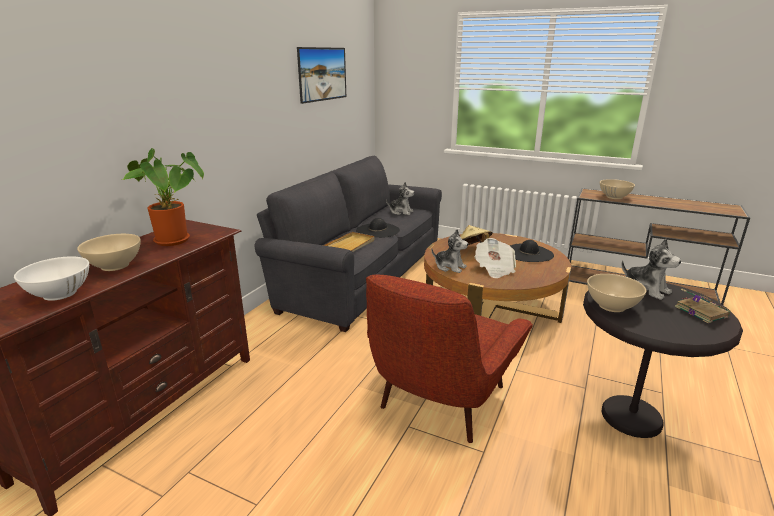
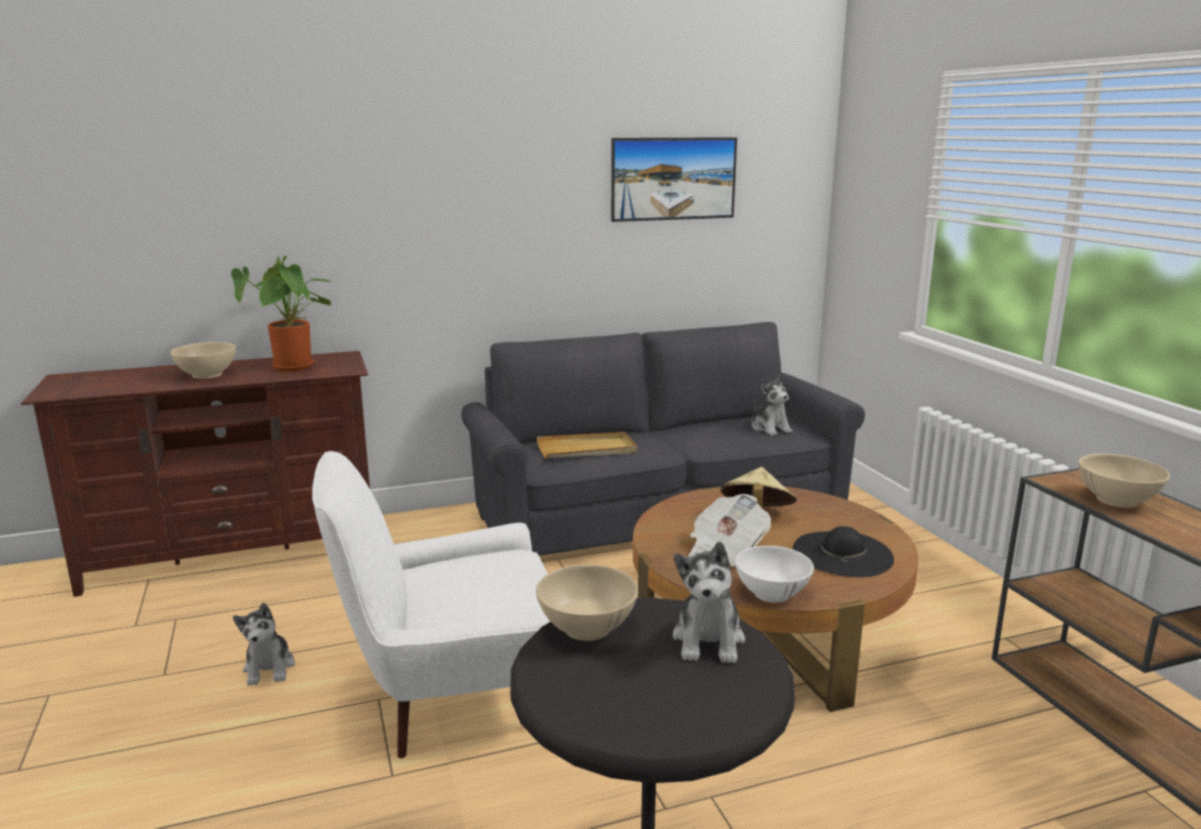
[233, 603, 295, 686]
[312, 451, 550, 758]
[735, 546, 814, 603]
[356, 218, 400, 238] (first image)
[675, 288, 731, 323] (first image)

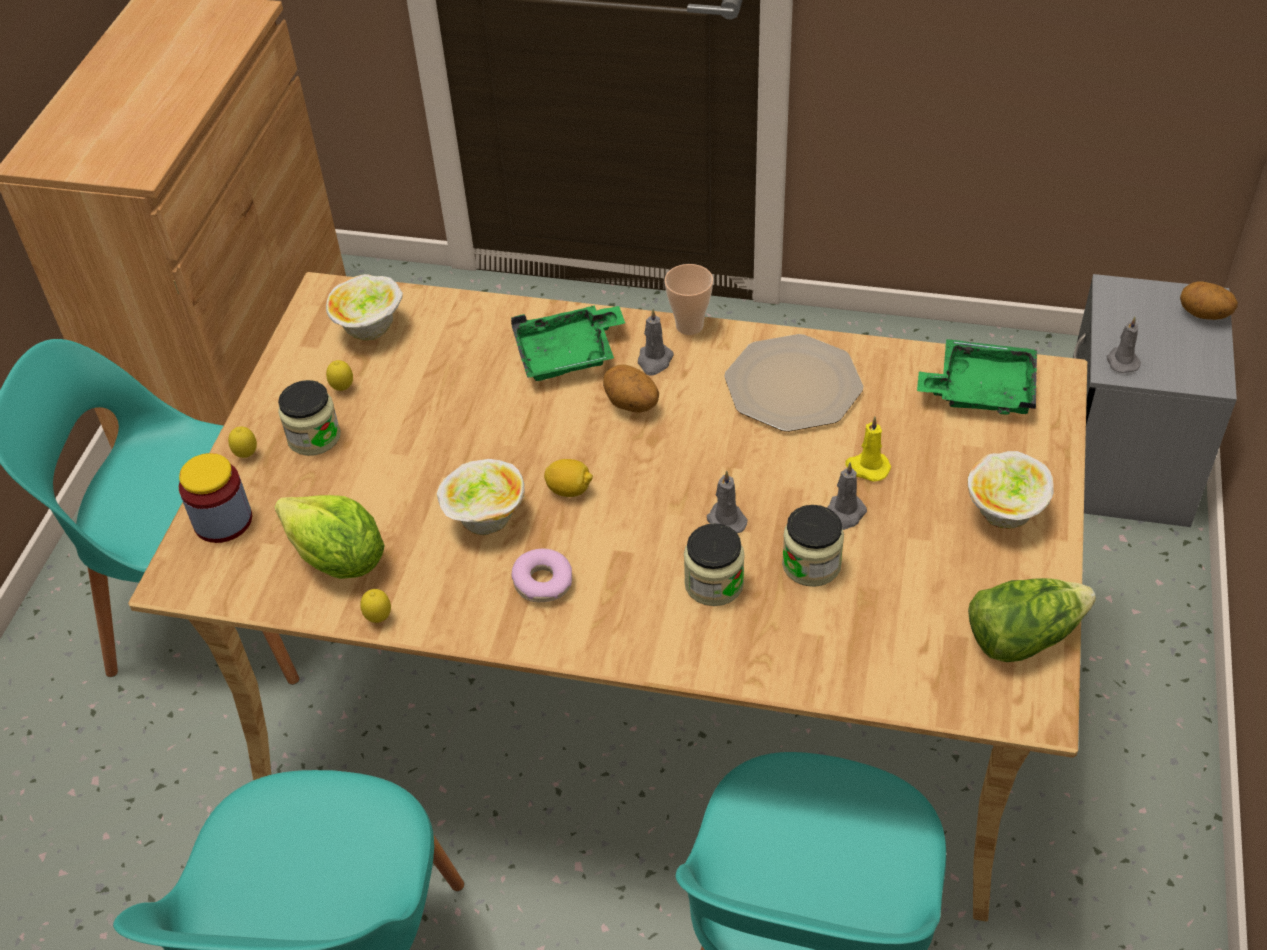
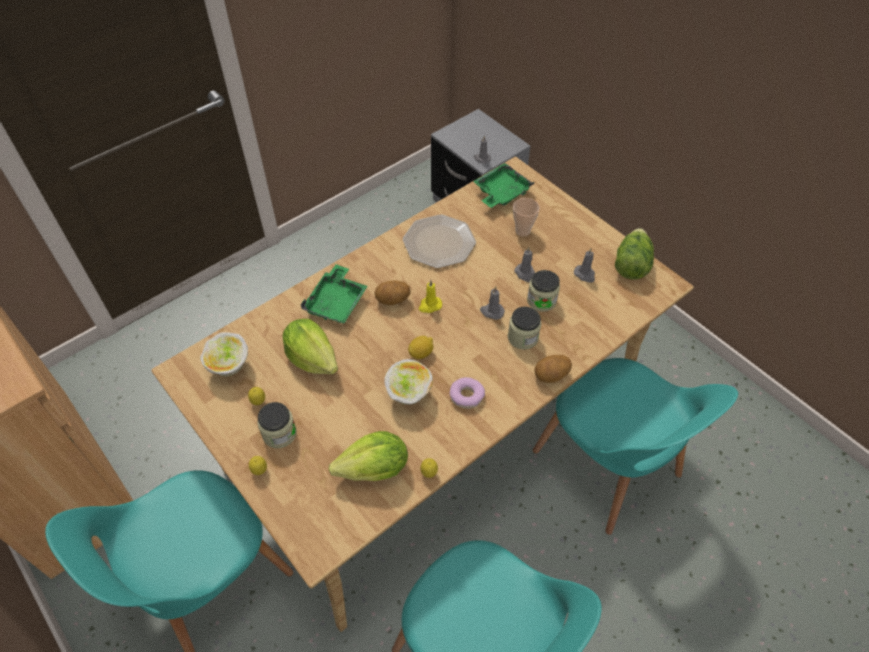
[282, 319, 338, 374]
[419, 280, 442, 313]
[513, 198, 540, 236]
[535, 355, 572, 383]
[574, 248, 595, 283]
[179, 453, 252, 543] (first image)
[967, 451, 1054, 529] (first image)

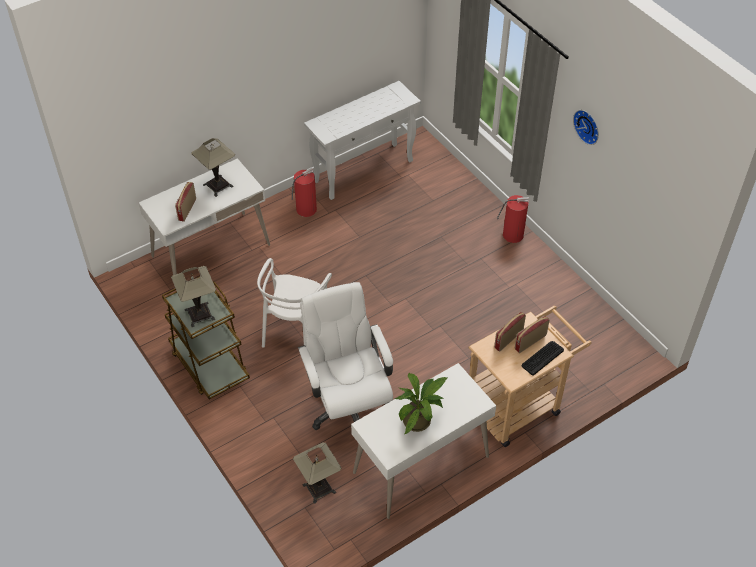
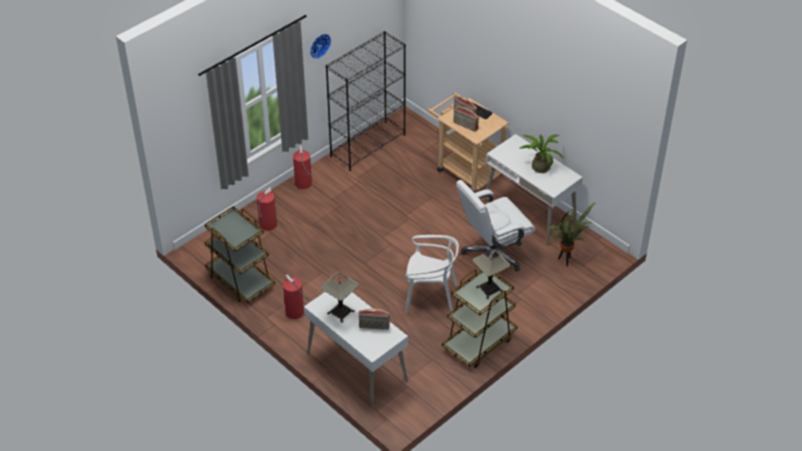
[205, 206, 275, 303]
[257, 187, 277, 231]
[326, 31, 406, 171]
[548, 202, 596, 266]

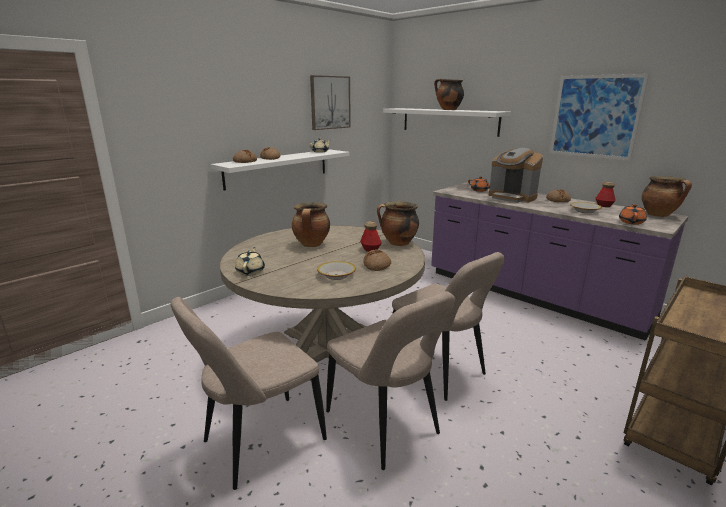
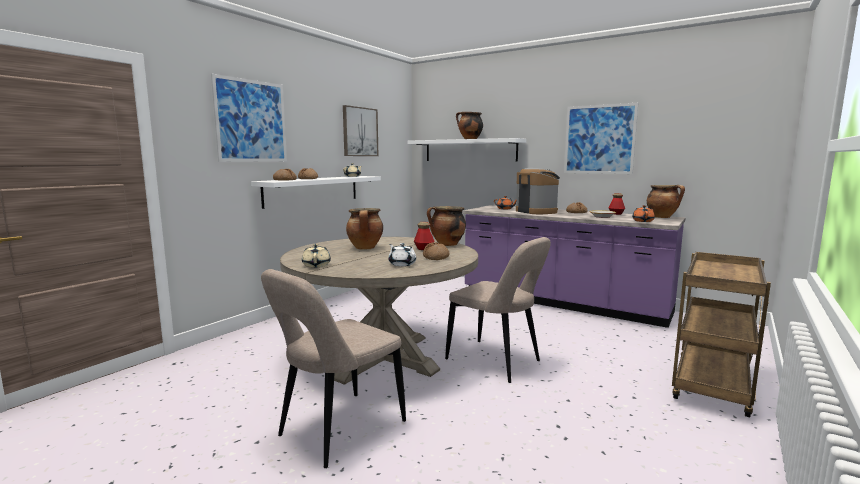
[211, 74, 287, 162]
[388, 243, 416, 266]
[516, 168, 560, 214]
[326, 291, 455, 470] (first image)

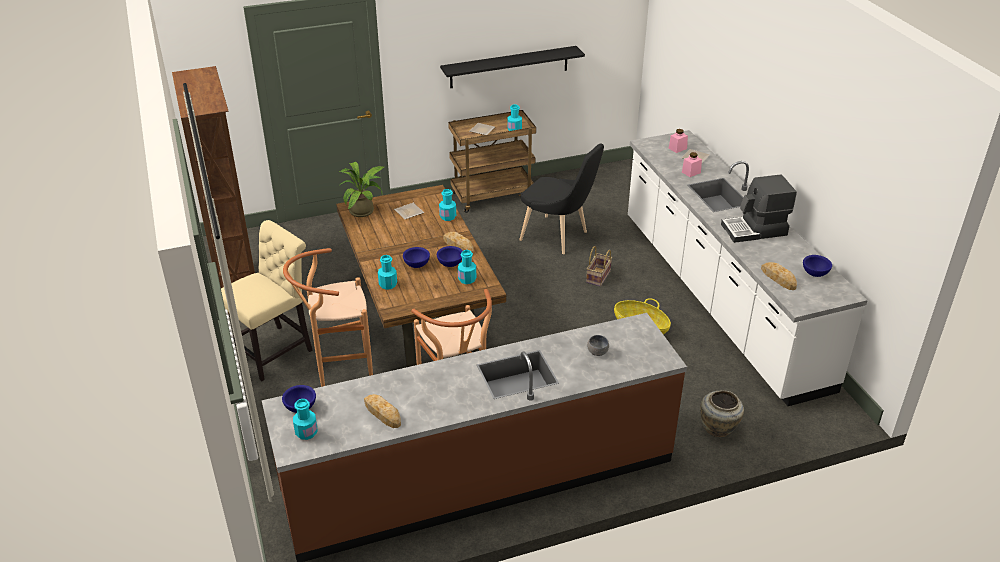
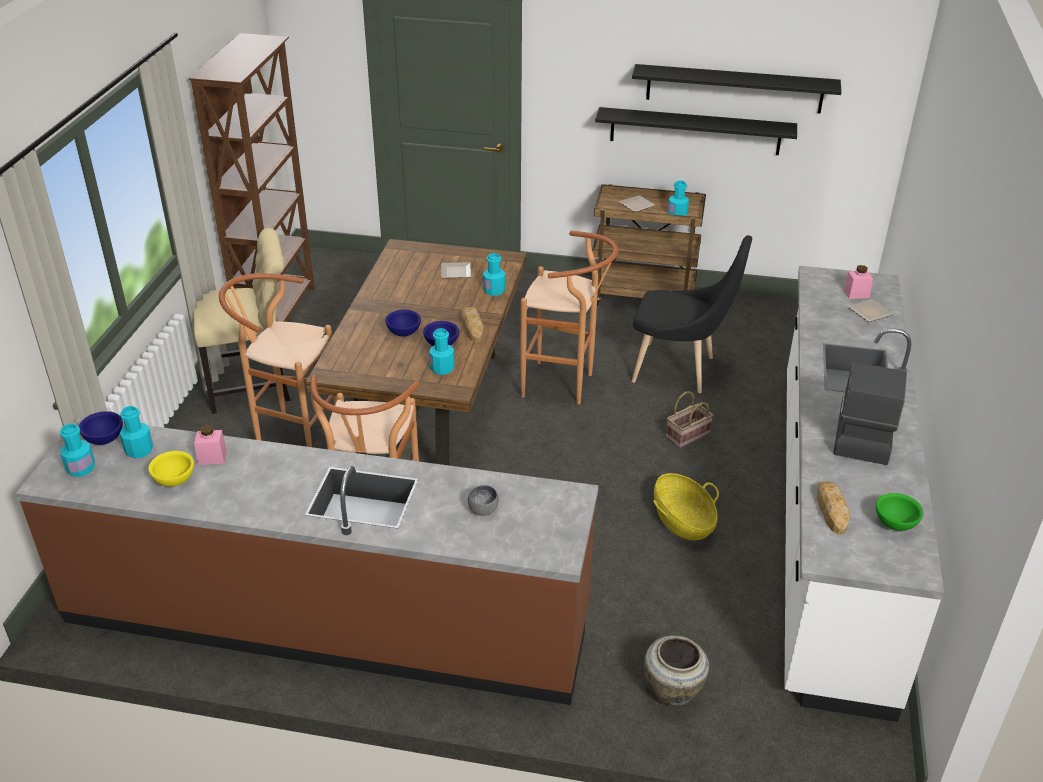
[119, 406, 153, 458]
[148, 451, 194, 487]
[194, 424, 227, 465]
[520, 231, 619, 405]
[631, 235, 752, 393]
[632, 64, 842, 114]
[833, 363, 907, 465]
[876, 493, 924, 531]
[339, 162, 384, 217] (first image)

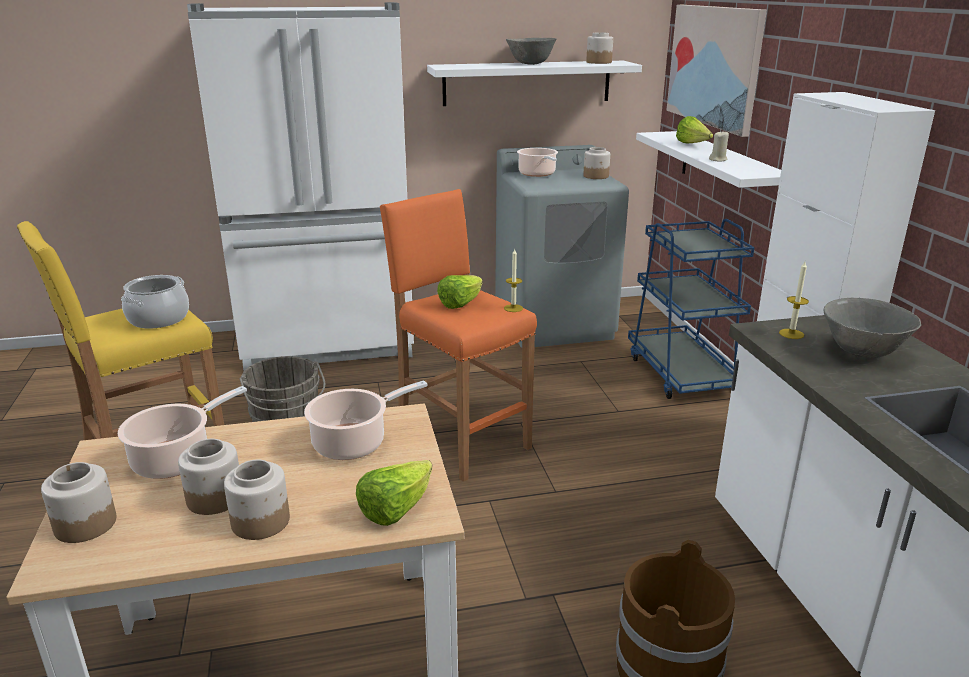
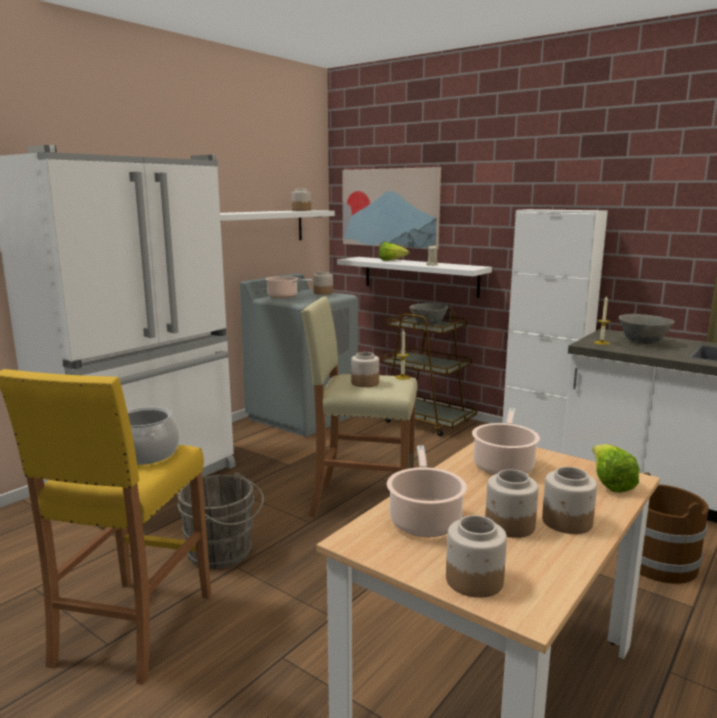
[301, 296, 418, 517]
[351, 352, 379, 387]
[381, 308, 477, 437]
[409, 303, 449, 325]

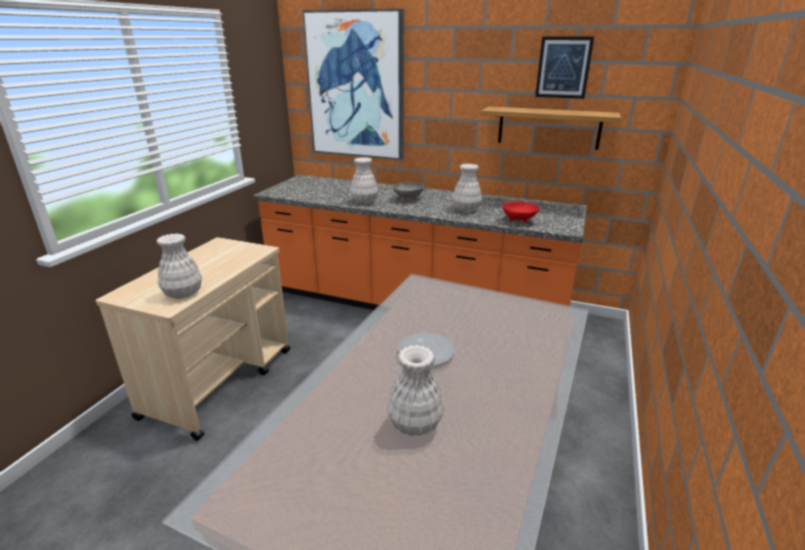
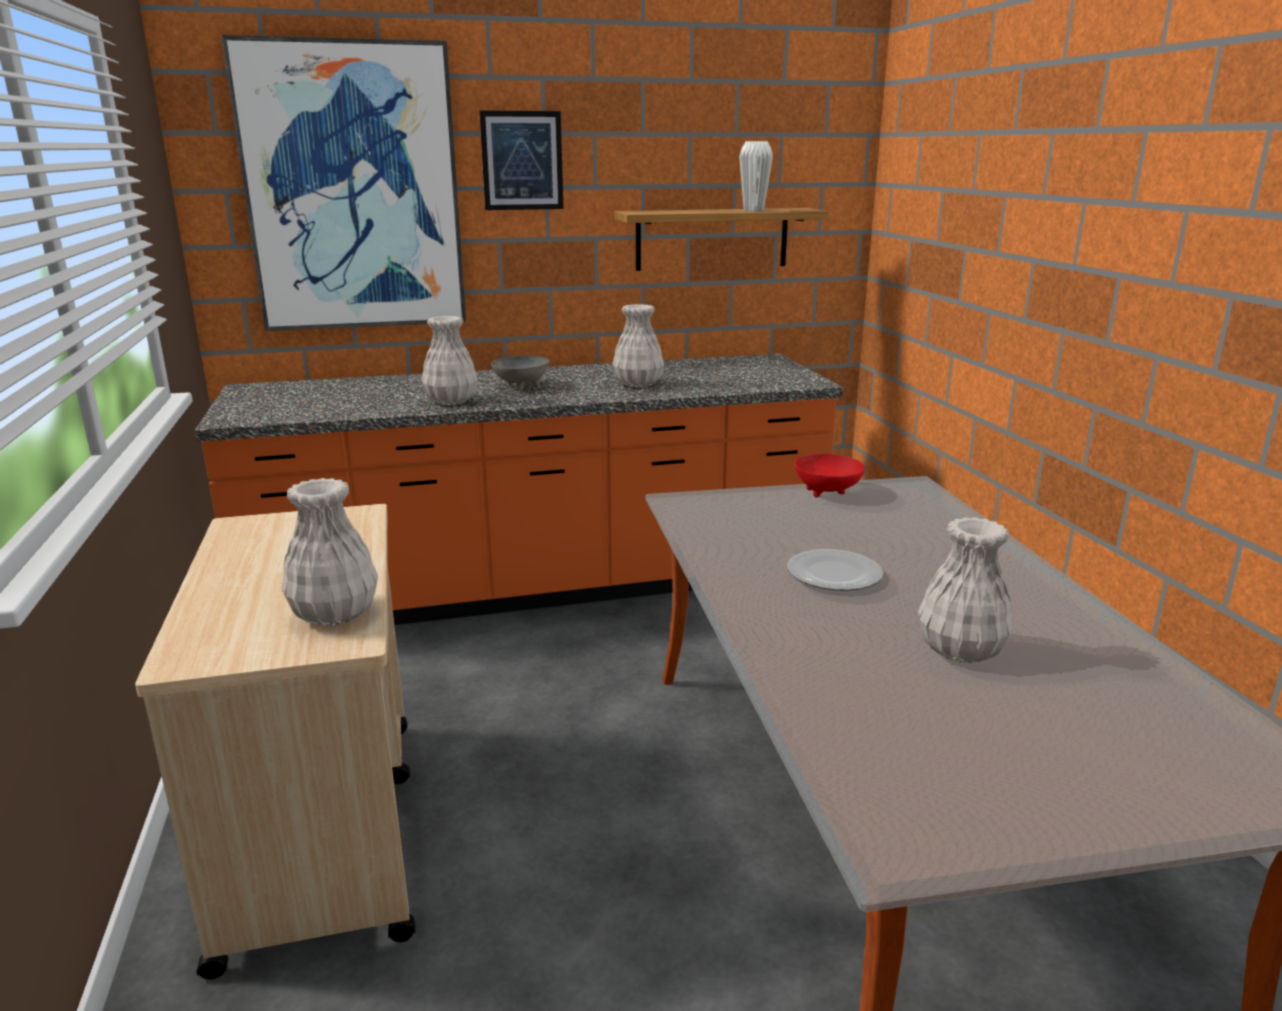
[479, 110, 564, 210]
[739, 141, 773, 211]
[794, 454, 865, 497]

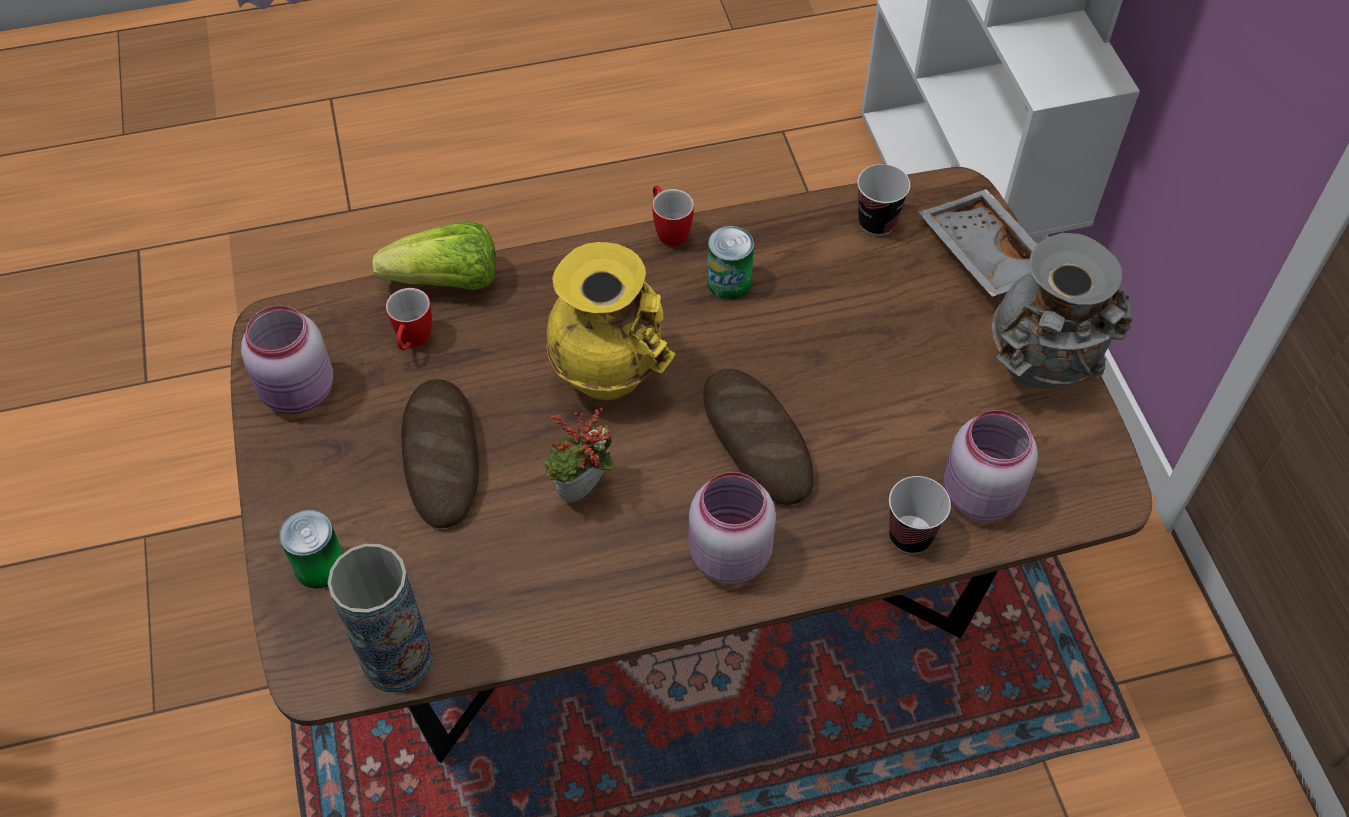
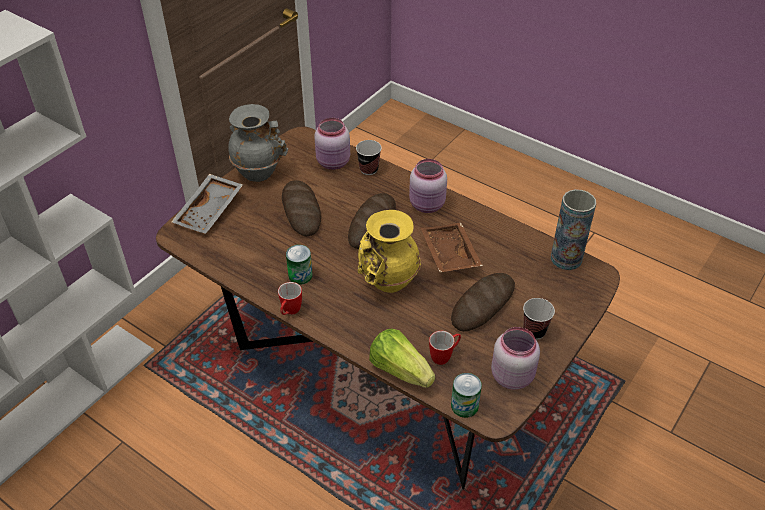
[282, 180, 321, 236]
[421, 223, 483, 272]
[451, 373, 482, 418]
[523, 298, 555, 340]

